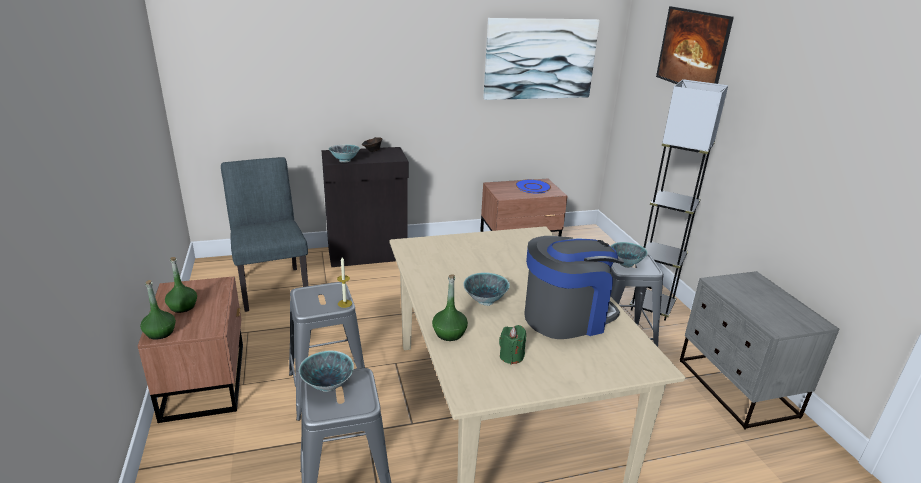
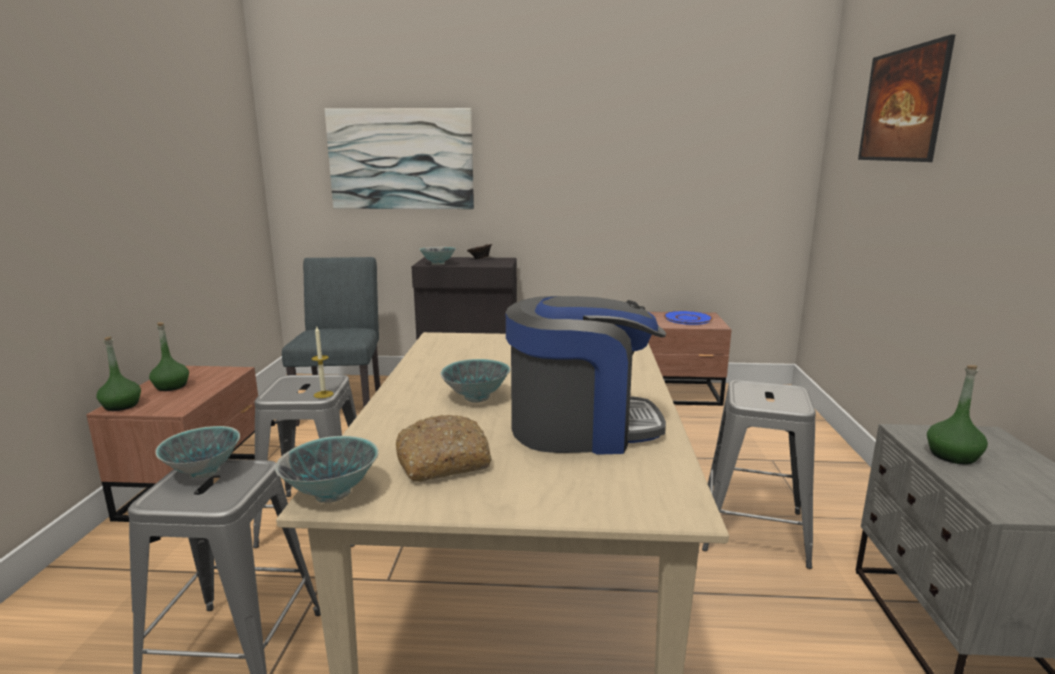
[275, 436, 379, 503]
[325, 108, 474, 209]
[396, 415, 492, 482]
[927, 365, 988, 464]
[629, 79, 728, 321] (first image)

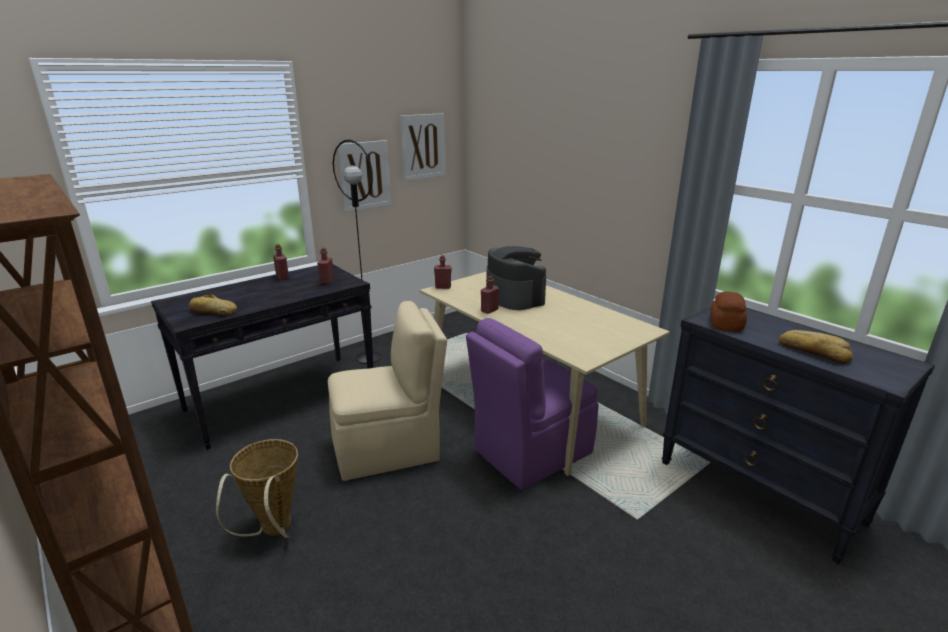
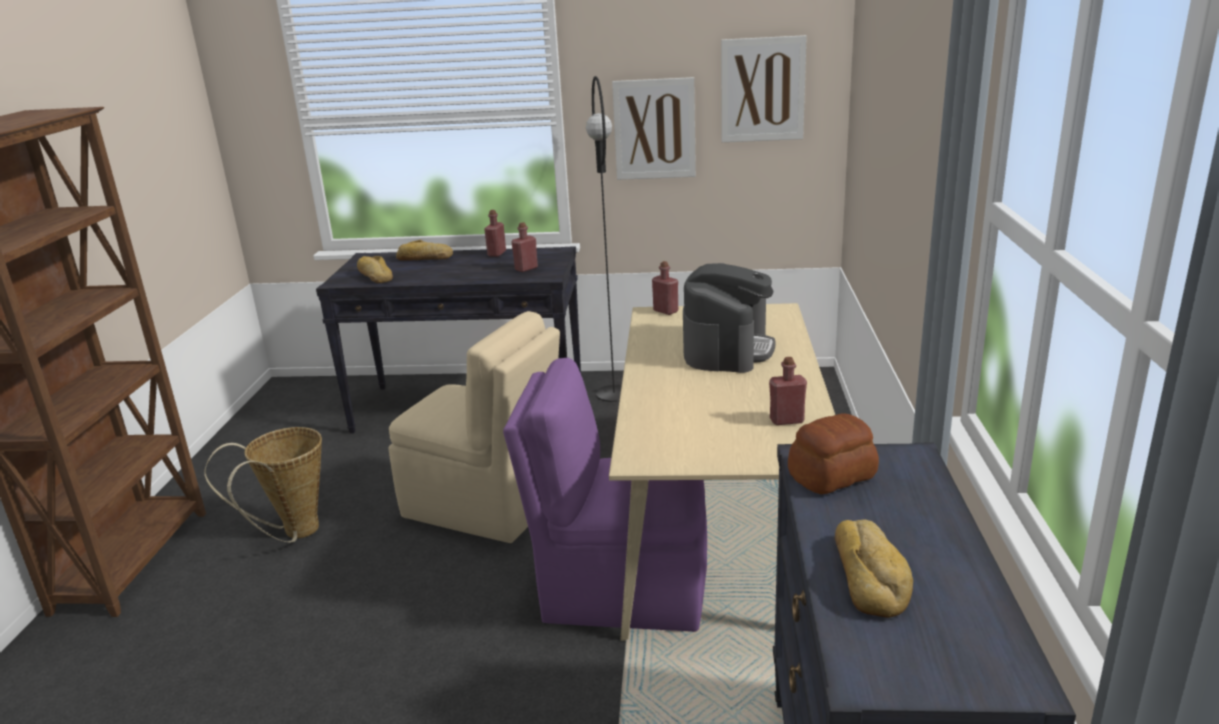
[396, 240, 453, 261]
[769, 357, 807, 425]

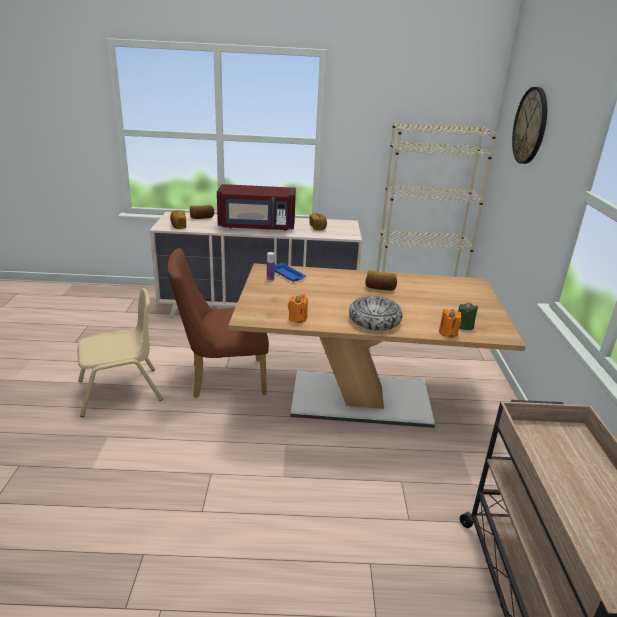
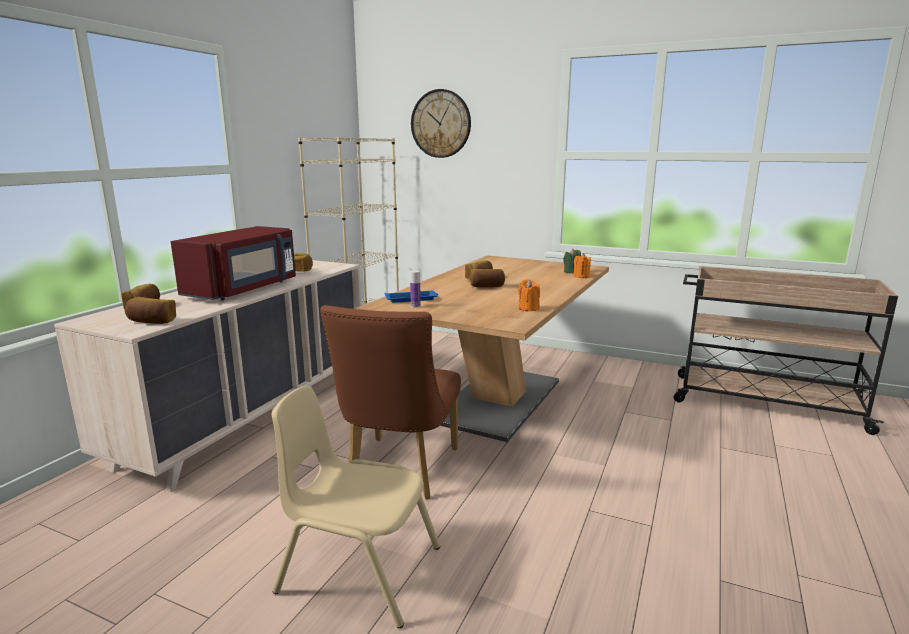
[272, 386, 440, 628]
[470, 269, 505, 288]
[349, 296, 403, 331] (first image)

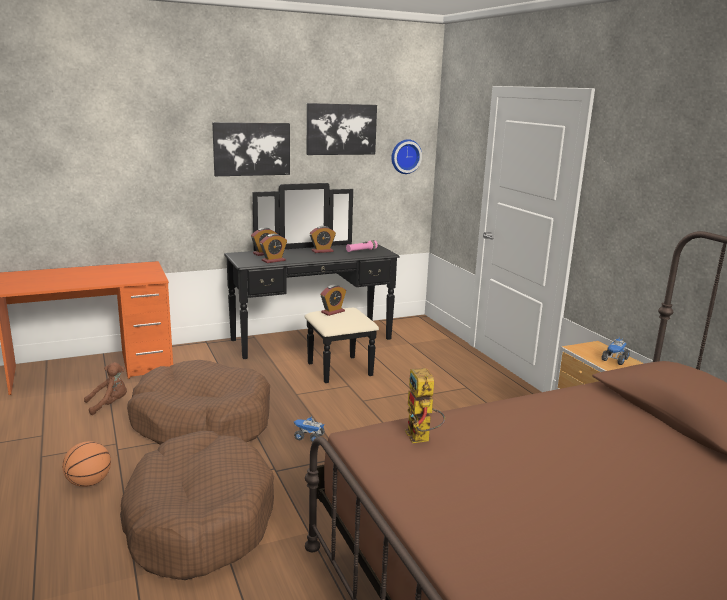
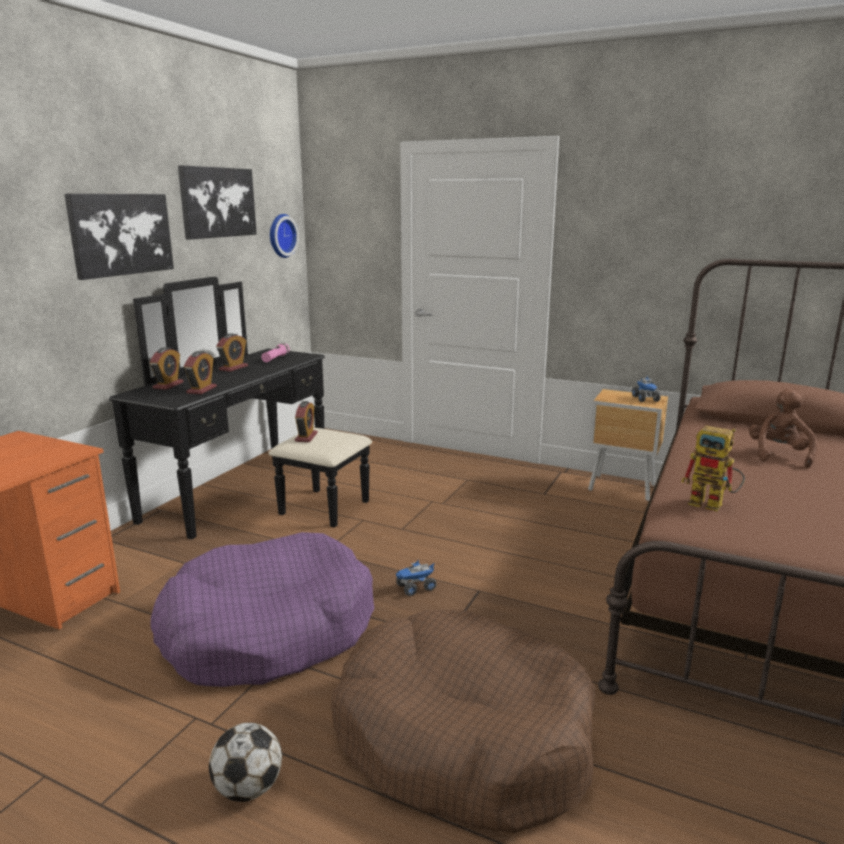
[150, 532, 374, 687]
[209, 722, 282, 802]
[749, 389, 818, 468]

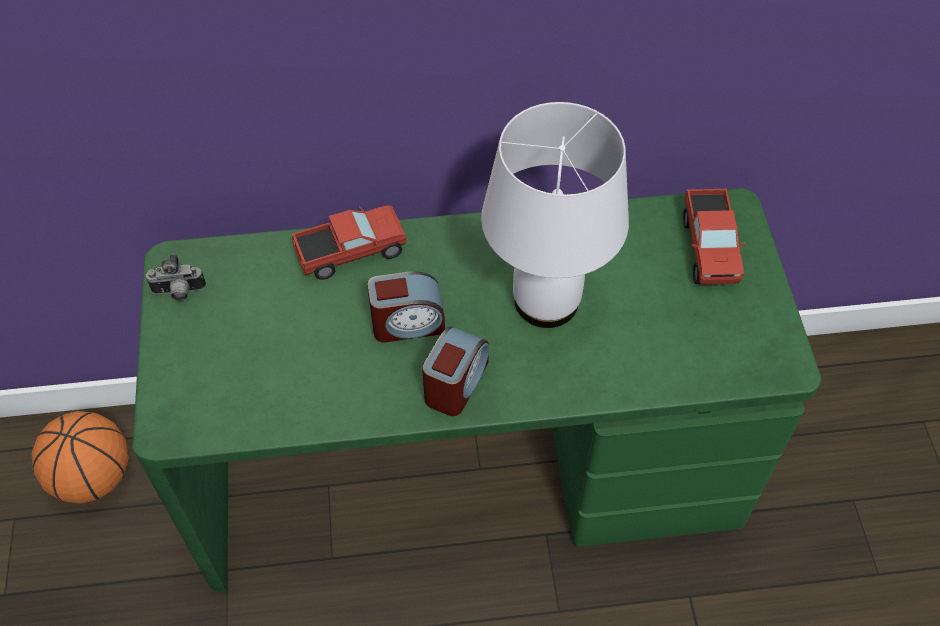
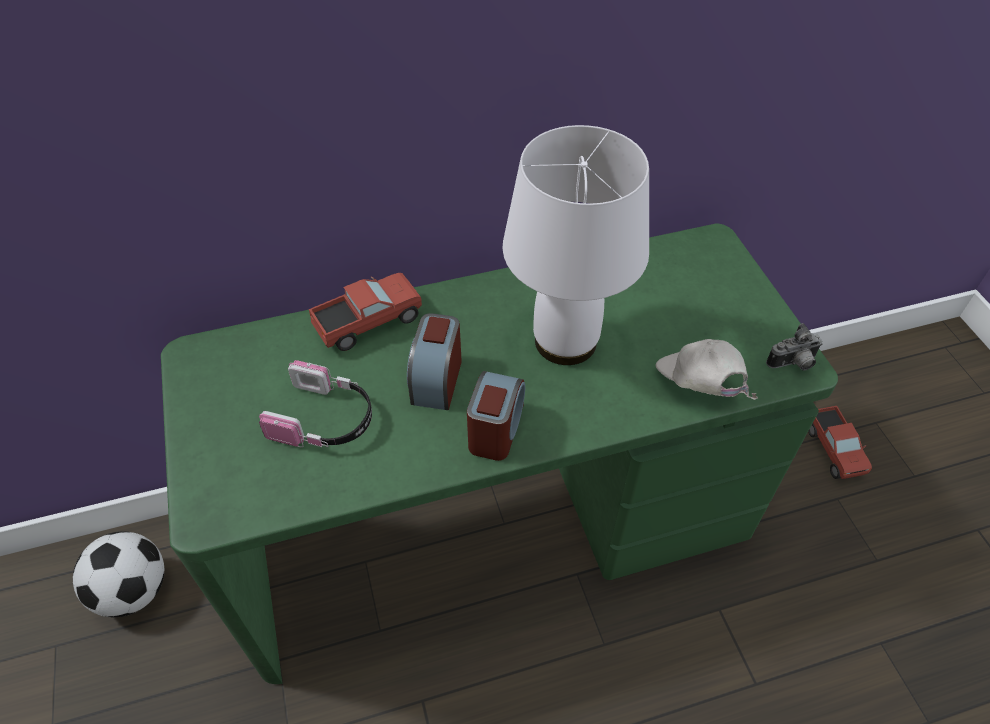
[73, 531, 164, 617]
[259, 360, 372, 447]
[407, 313, 462, 410]
[655, 339, 758, 400]
[766, 323, 822, 371]
[808, 406, 872, 479]

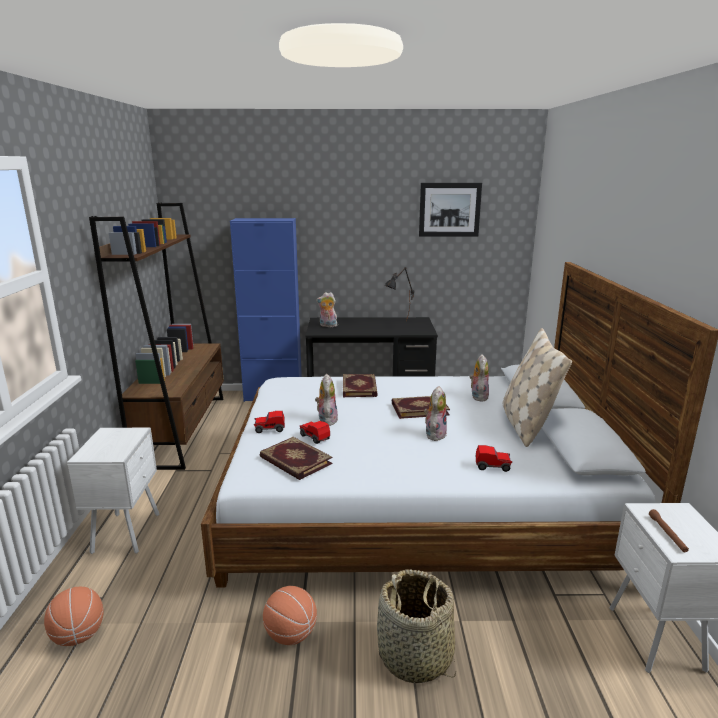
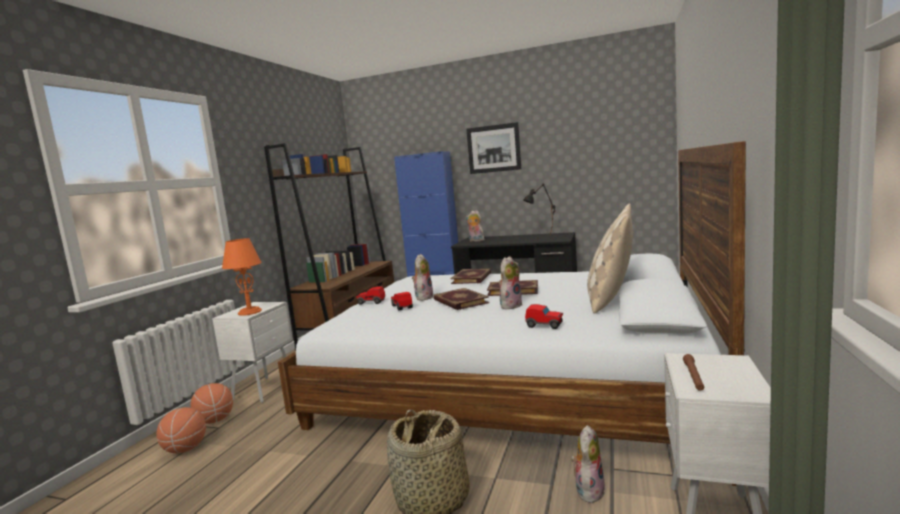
[190, 383, 233, 424]
[222, 238, 262, 316]
[434, 288, 489, 310]
[466, 122, 521, 174]
[571, 425, 605, 503]

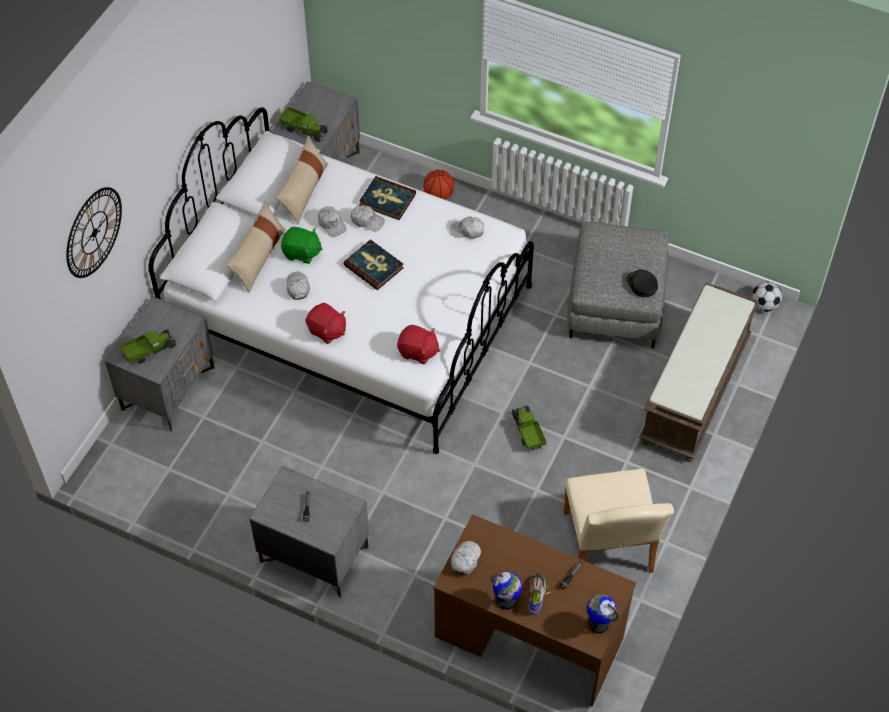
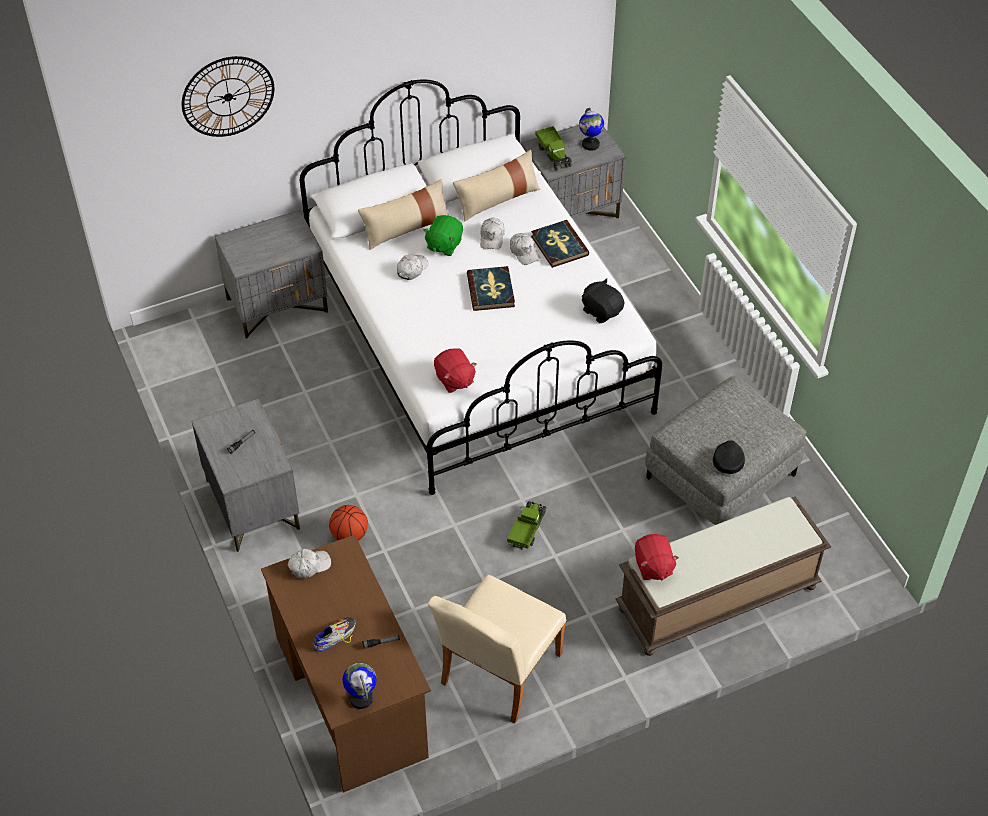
[329, 505, 368, 541]
[423, 215, 463, 256]
[579, 108, 604, 151]
[582, 279, 625, 323]
[635, 534, 679, 581]
[120, 330, 177, 364] (first image)
[752, 282, 782, 312] (first image)

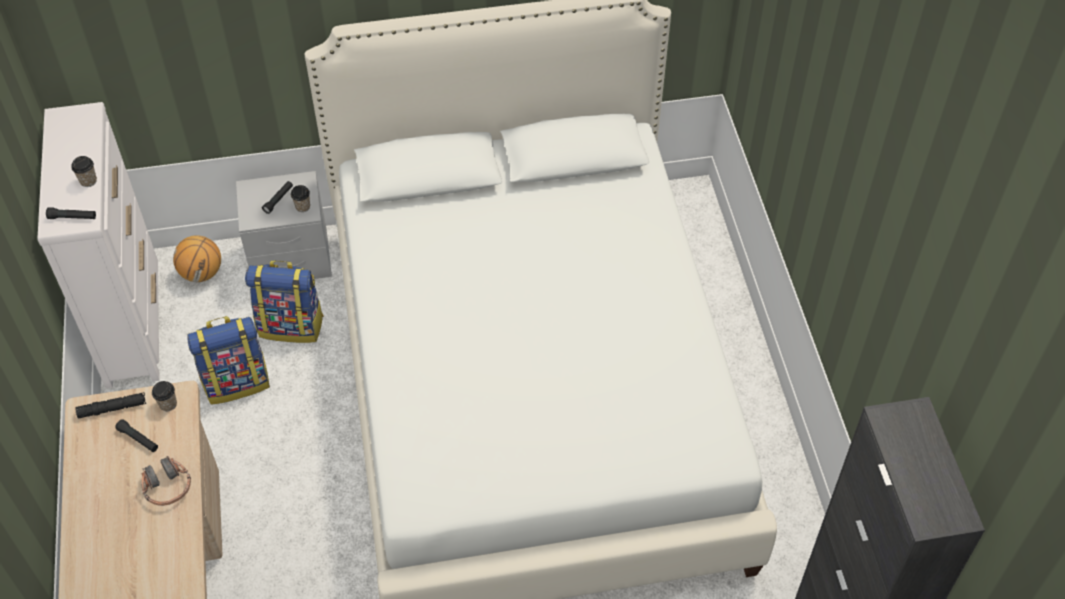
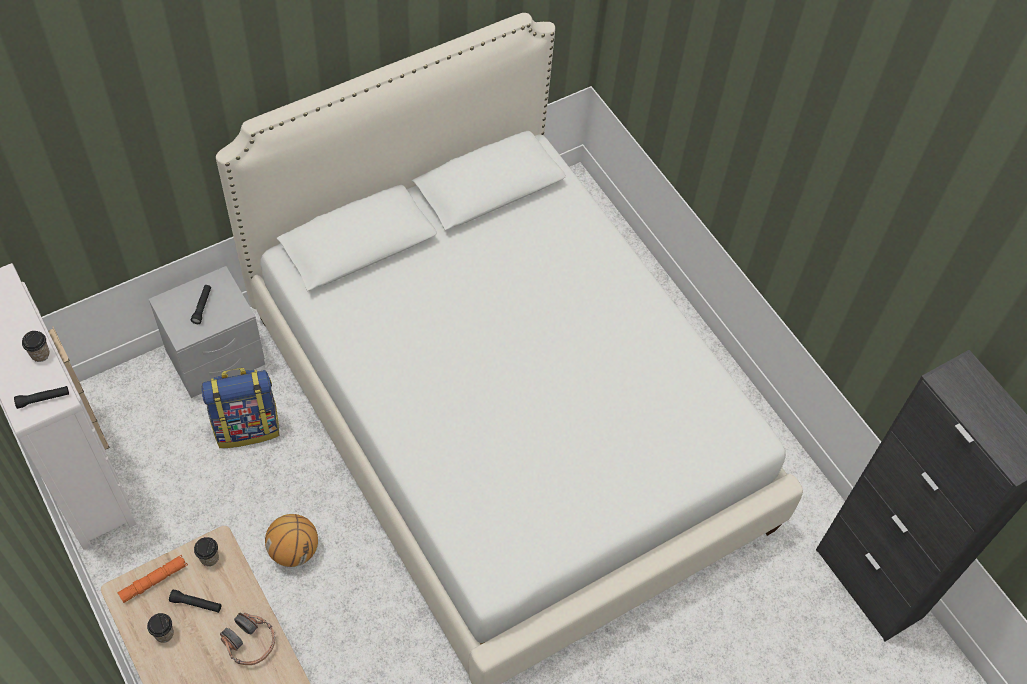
[118, 555, 188, 603]
[147, 613, 174, 643]
[265, 514, 318, 567]
[187, 316, 270, 405] (first image)

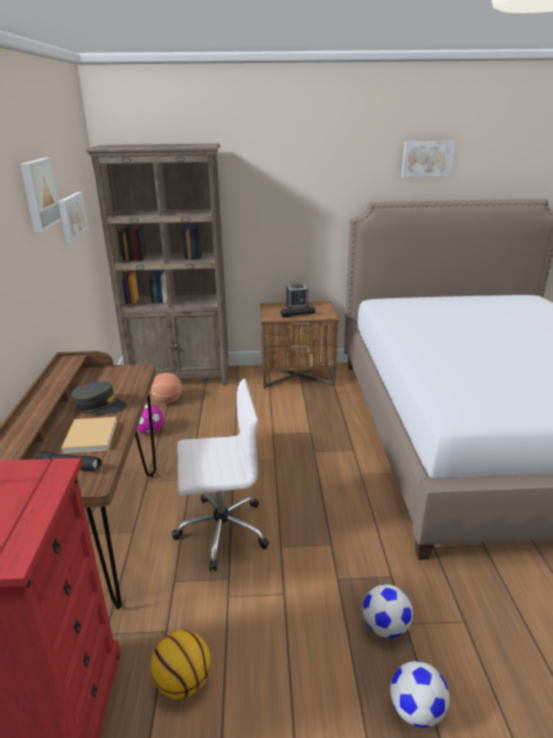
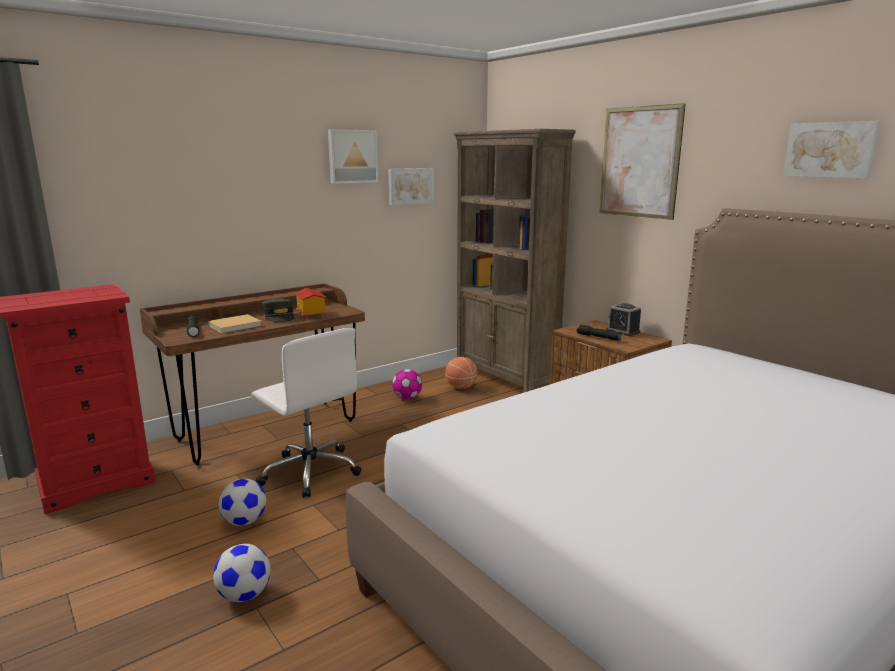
[218, 479, 266, 526]
[295, 288, 327, 319]
[599, 103, 686, 220]
[151, 630, 211, 700] (first image)

